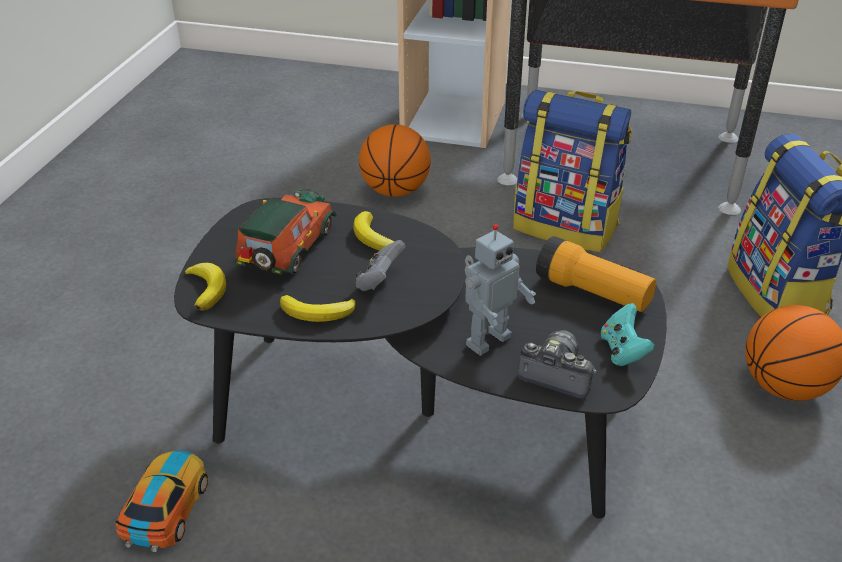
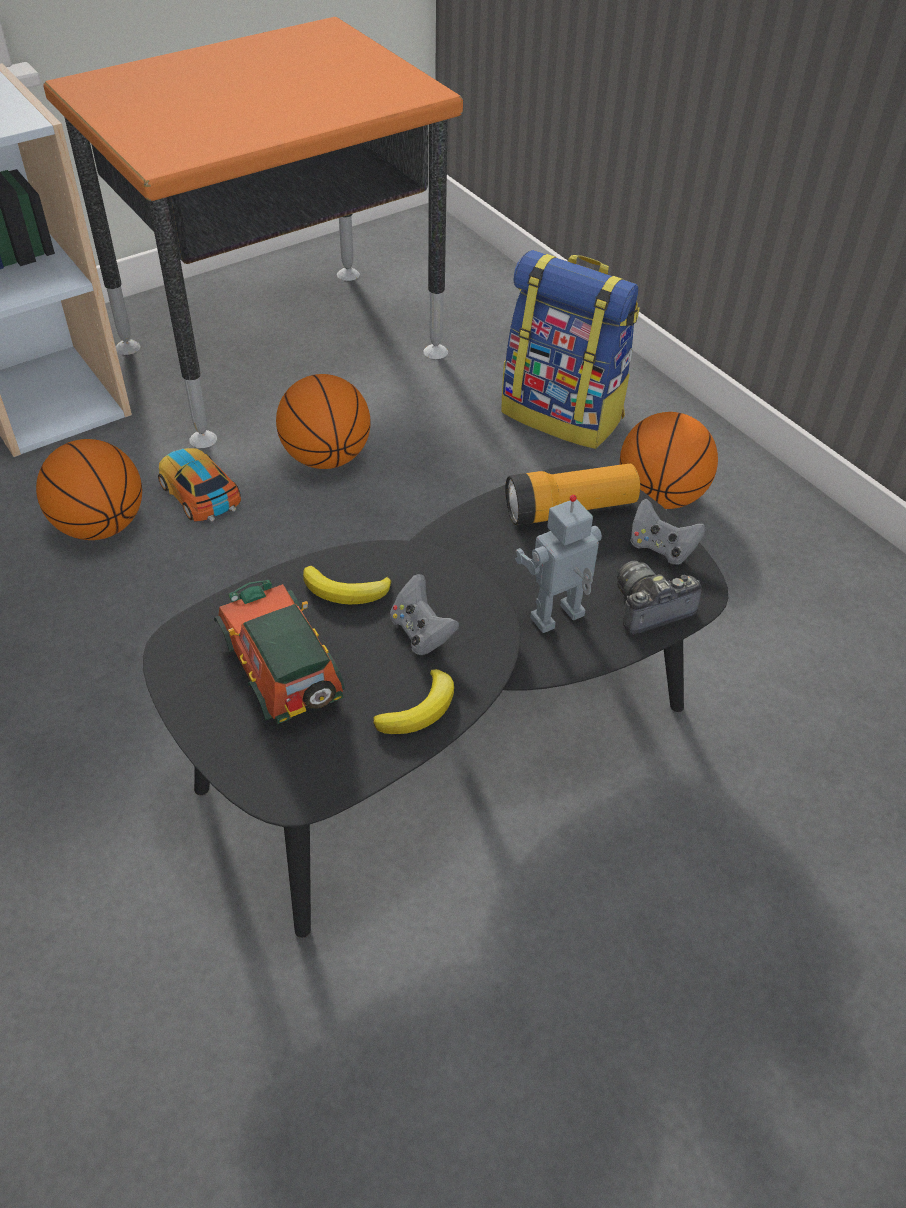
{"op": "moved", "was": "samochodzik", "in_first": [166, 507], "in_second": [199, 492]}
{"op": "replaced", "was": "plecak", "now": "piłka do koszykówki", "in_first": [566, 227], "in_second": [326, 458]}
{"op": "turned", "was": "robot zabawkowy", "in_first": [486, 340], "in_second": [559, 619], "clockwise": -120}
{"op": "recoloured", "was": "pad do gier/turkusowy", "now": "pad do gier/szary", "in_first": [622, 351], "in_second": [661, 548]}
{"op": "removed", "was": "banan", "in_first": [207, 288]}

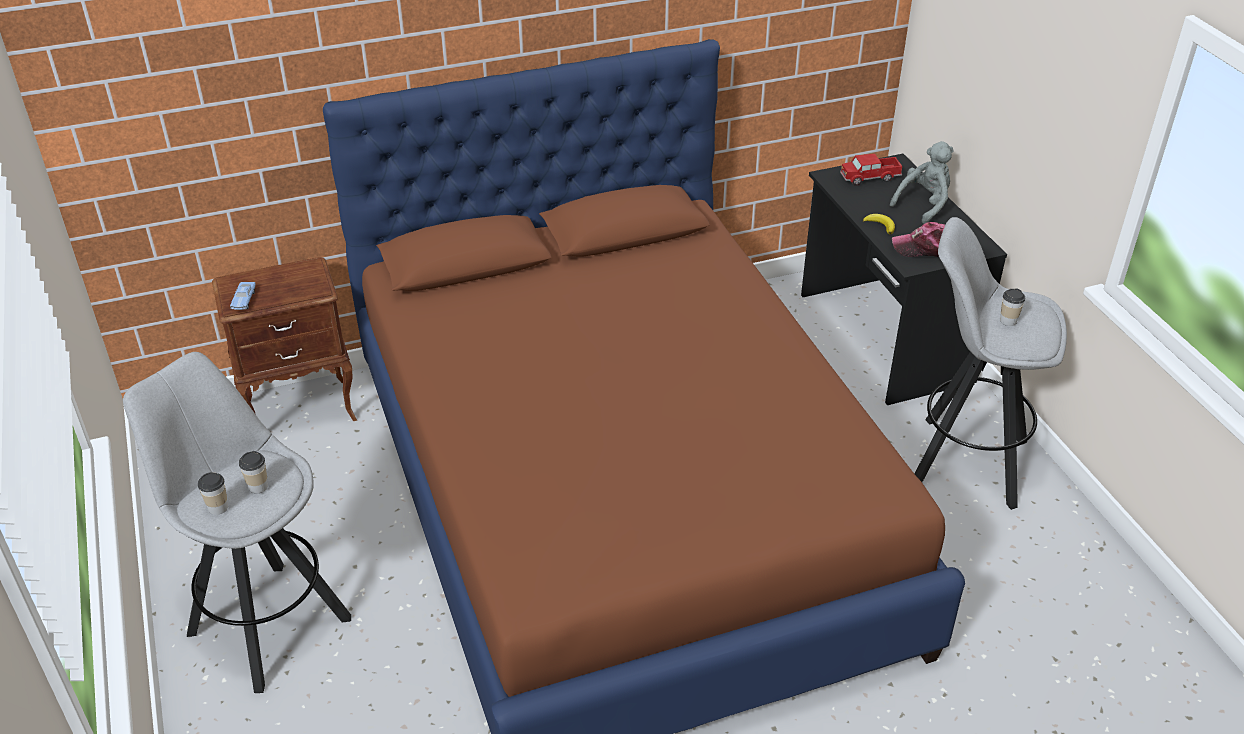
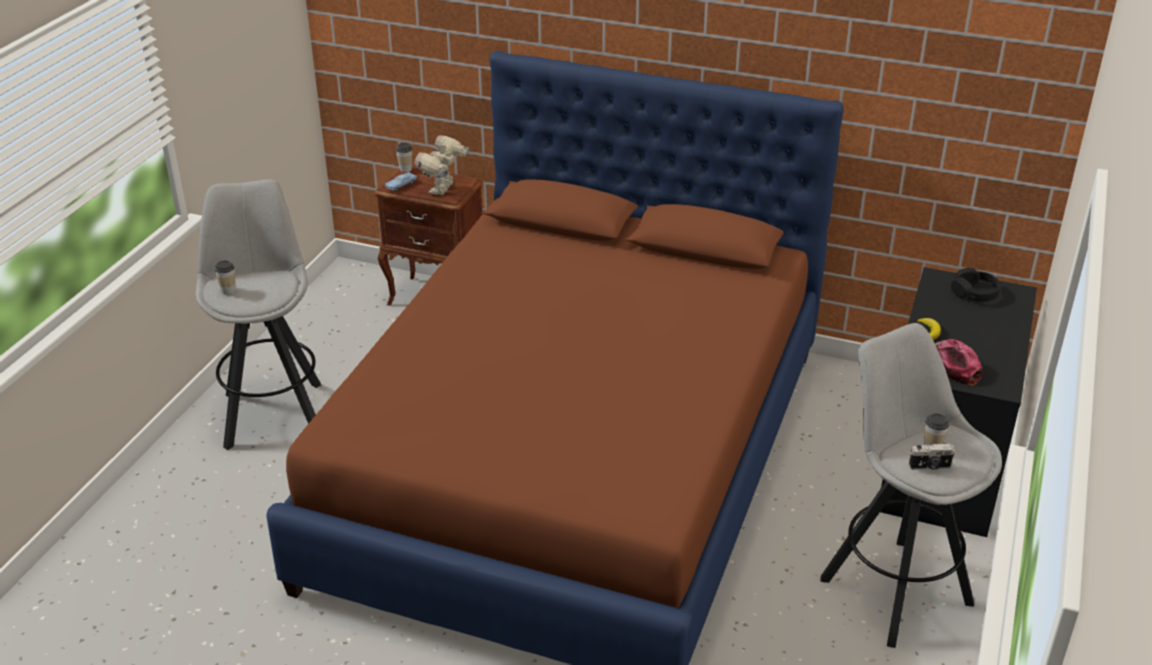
{"op": "moved", "was": "filiżanka", "in_first": [258, 486], "in_second": [405, 169]}
{"op": "added", "now": "robot zabawkowy", "in_second": [443, 189]}
{"op": "added", "now": "aparat fotograficzny", "in_second": [930, 467]}
{"op": "replaced", "was": "ciężarówka zabawkowa", "now": "słuchawki/czarny", "in_first": [870, 177], "in_second": [974, 293]}
{"op": "removed", "was": "pluszak/szary", "in_first": [924, 204]}

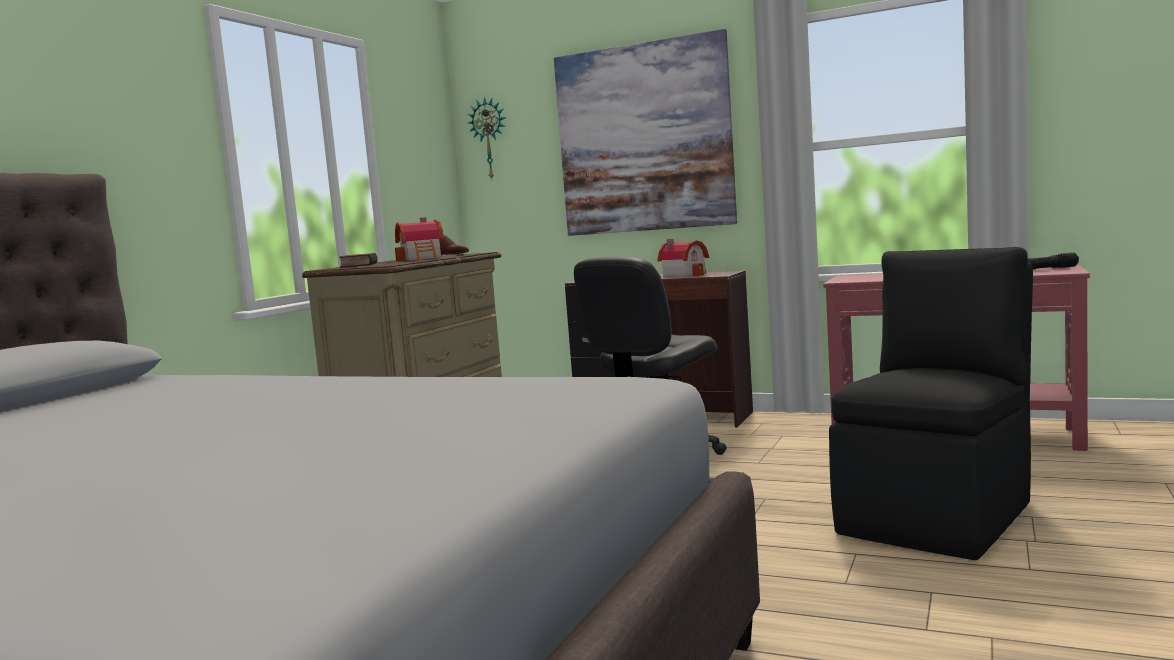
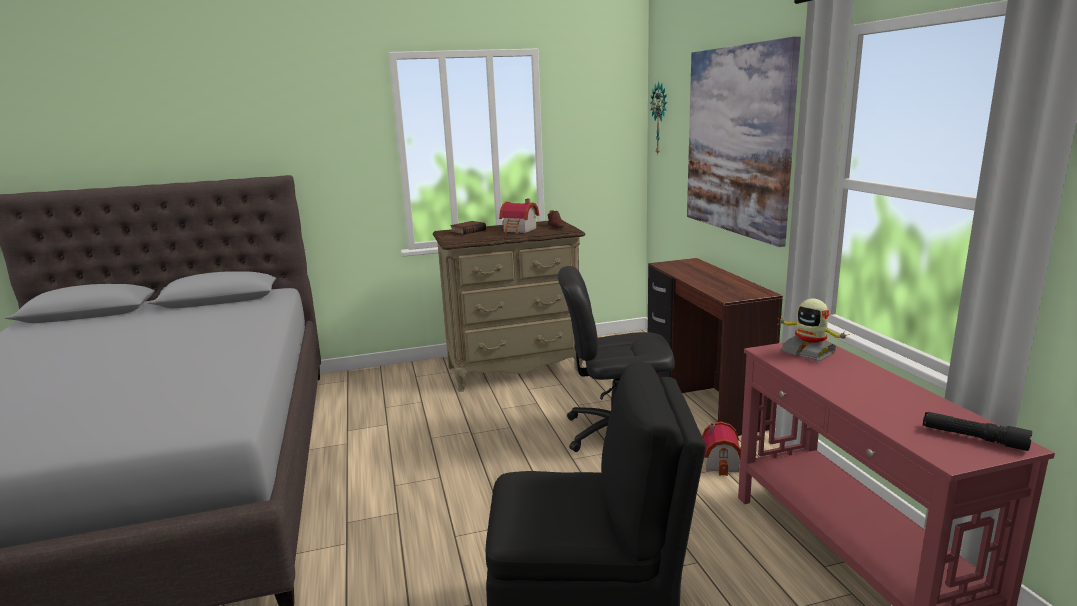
{"op": "moved", "was": "domek", "in_first": [685, 275], "in_second": [724, 462]}
{"op": "added", "now": "robot zabawkowy", "in_second": [808, 352]}

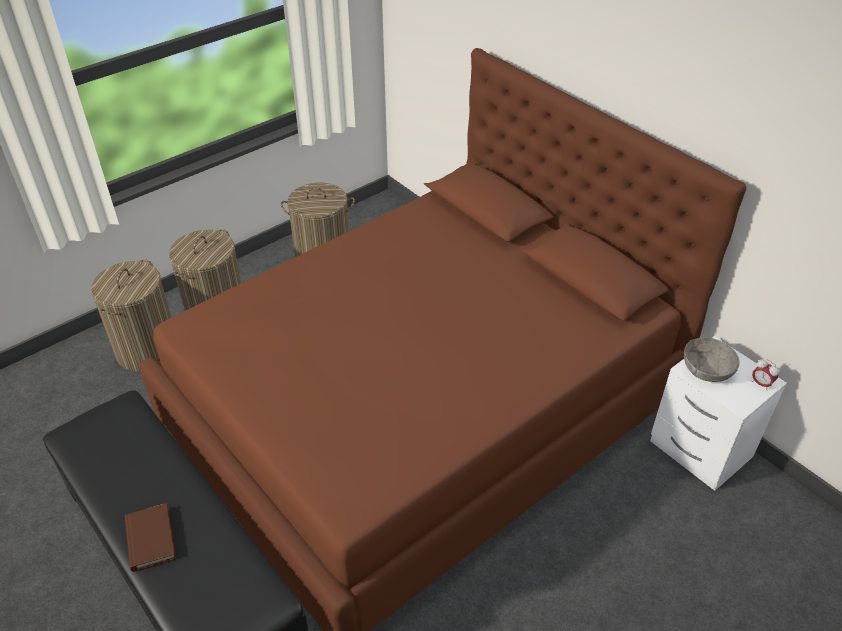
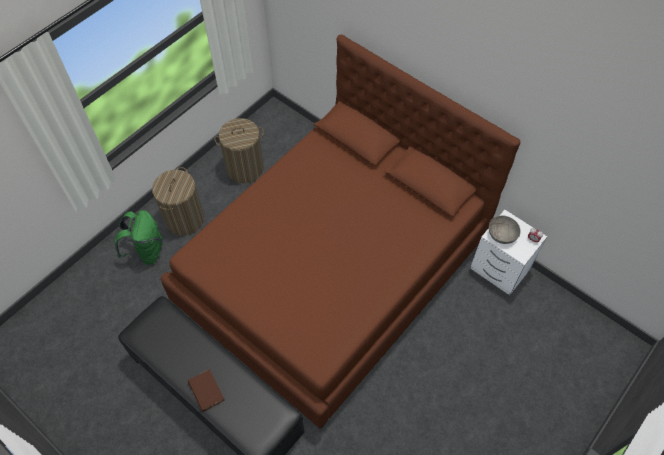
{"op": "replaced", "was": "kosz na pranie", "now": "plecak/zielony", "in_first": [147, 350], "in_second": [146, 251]}

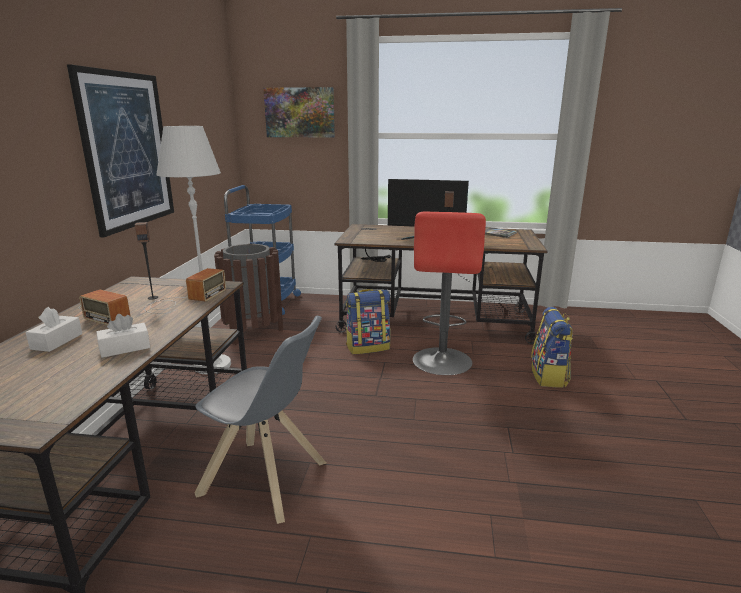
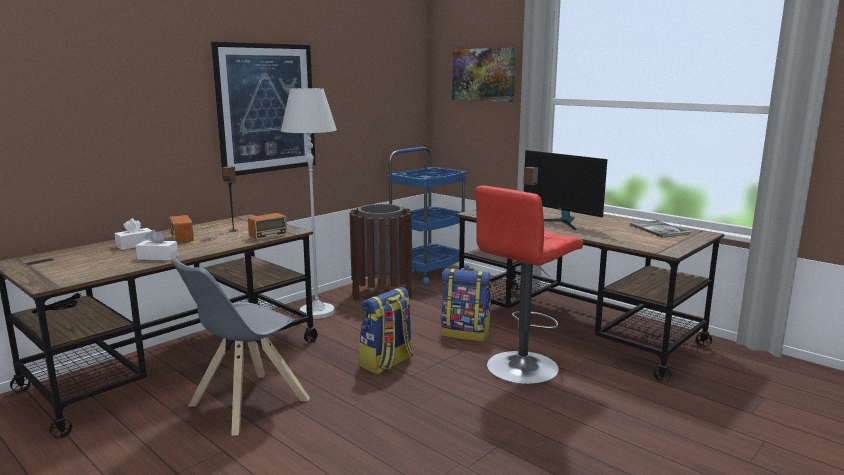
{"op": "turned", "was": "krzesło/szary", "in_first": [266, 479], "in_second": [246, 404], "clockwise": 75}
{"op": "moved", "was": "plecak", "in_first": [549, 376], "in_second": [387, 363]}

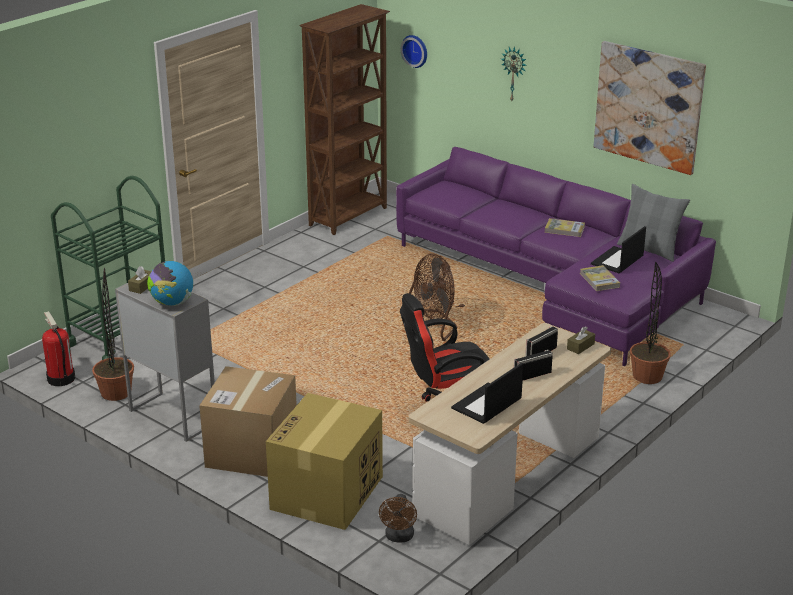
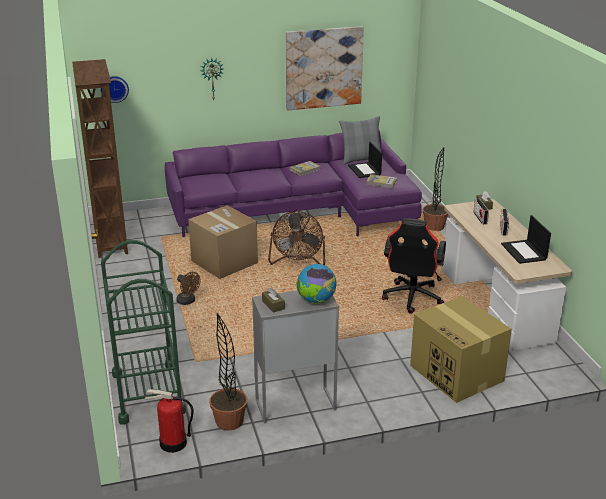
{"op": "moved", "was": "wentylator/brązowy", "in_first": [399, 537], "in_second": [188, 301]}
{"op": "moved", "was": "karton", "in_first": [252, 451], "in_second": [224, 262]}

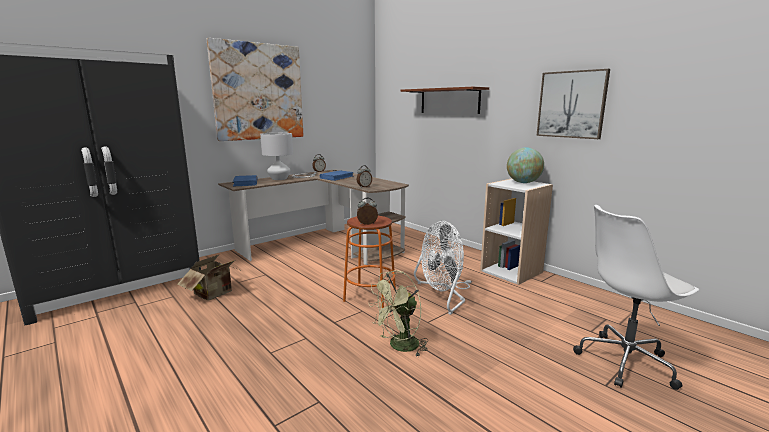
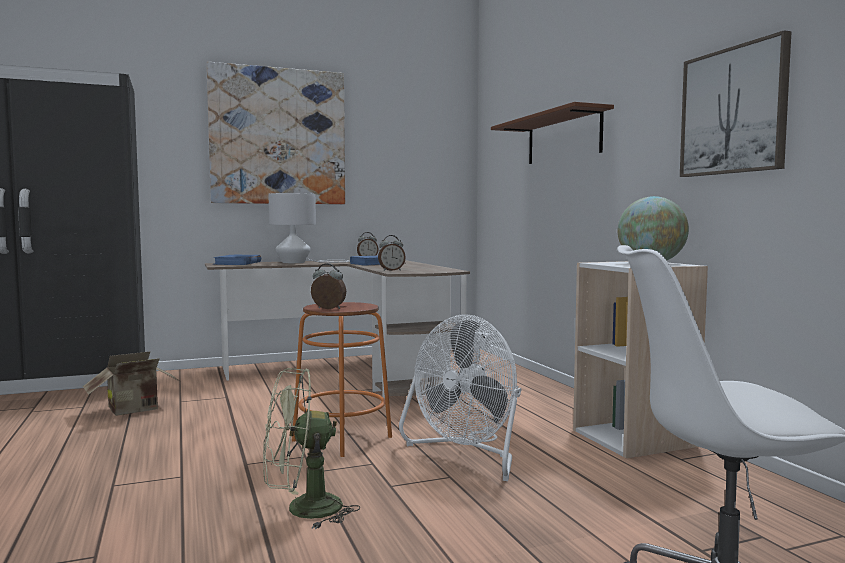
{"op": "turned", "was": "wentylator/biały", "in_first": [444, 294], "in_second": [468, 453], "clockwise": -45}

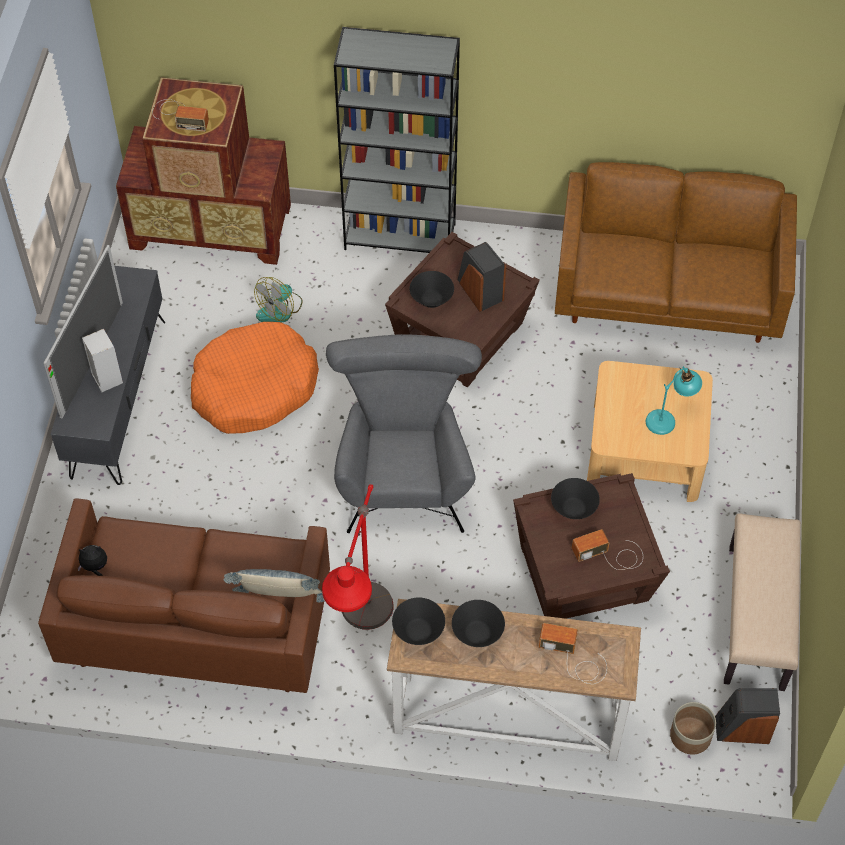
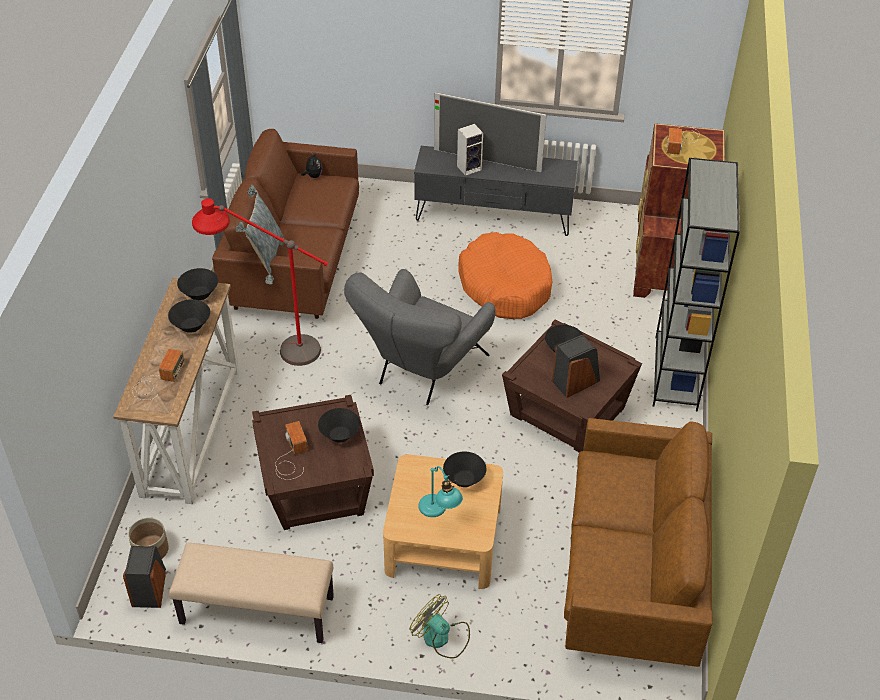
{"op": "turned", "was": "fotel/szary", "in_first": [403, 473], "in_second": [421, 373], "clockwise": 120}
{"op": "moved", "was": "wentylator", "in_first": [280, 309], "in_second": [441, 638]}
{"op": "added", "now": "miska/czarny", "in_second": [464, 479]}

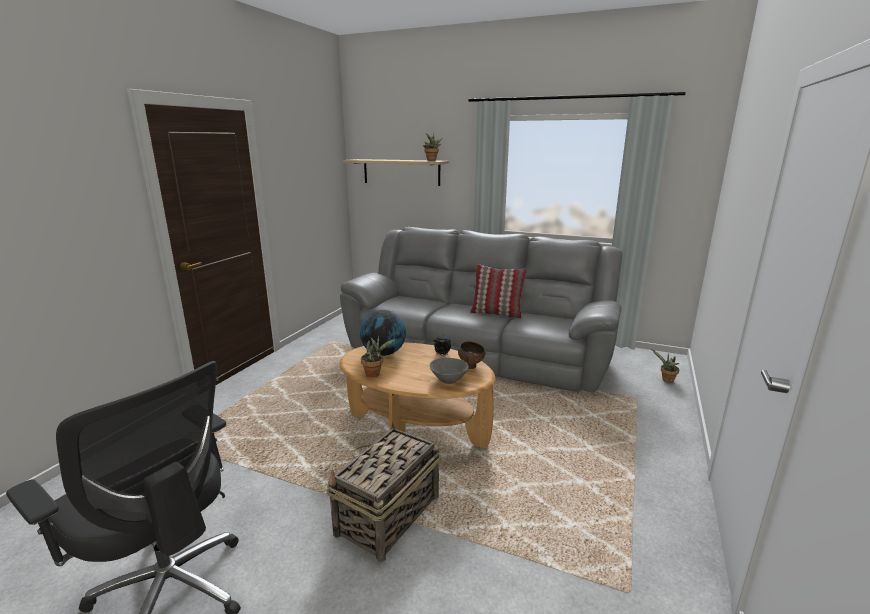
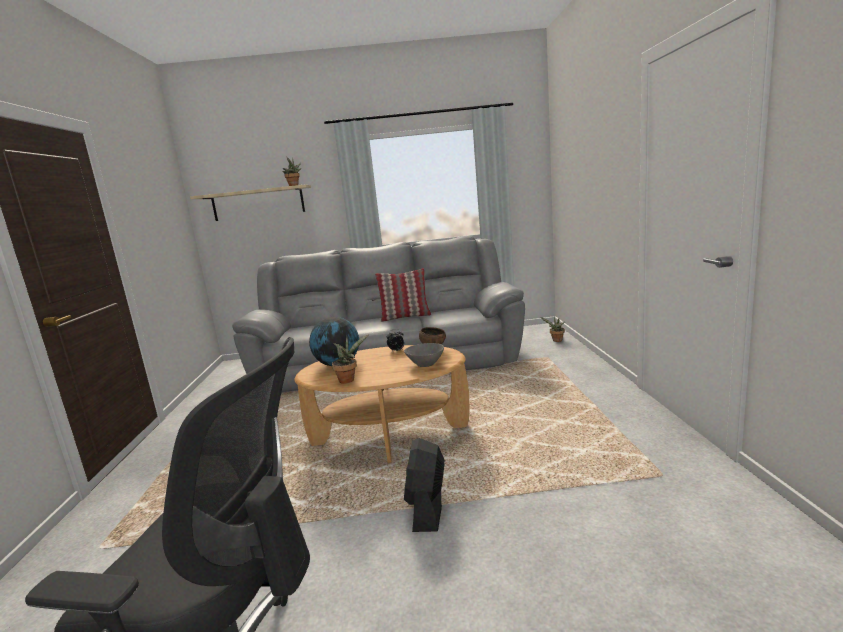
{"op": "replaced", "was": "koszyk", "now": "wentylator/czarny", "in_first": [387, 516], "in_second": [427, 508]}

